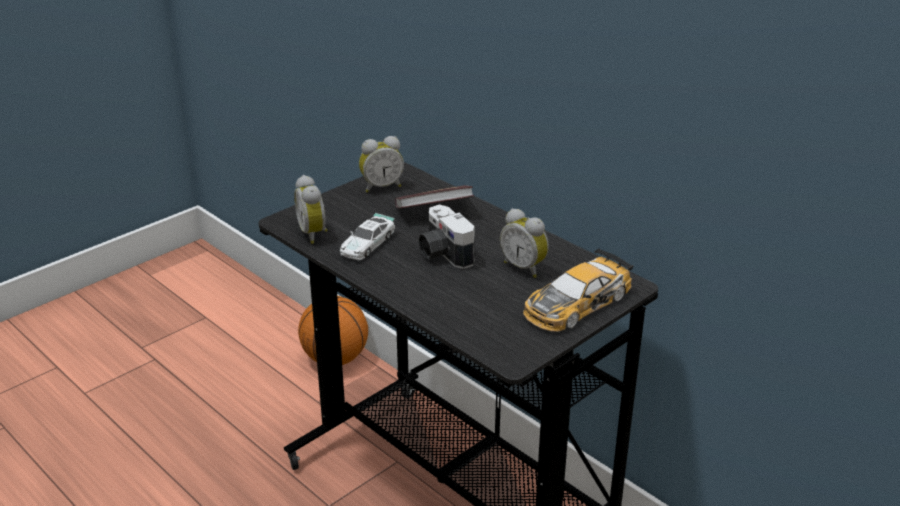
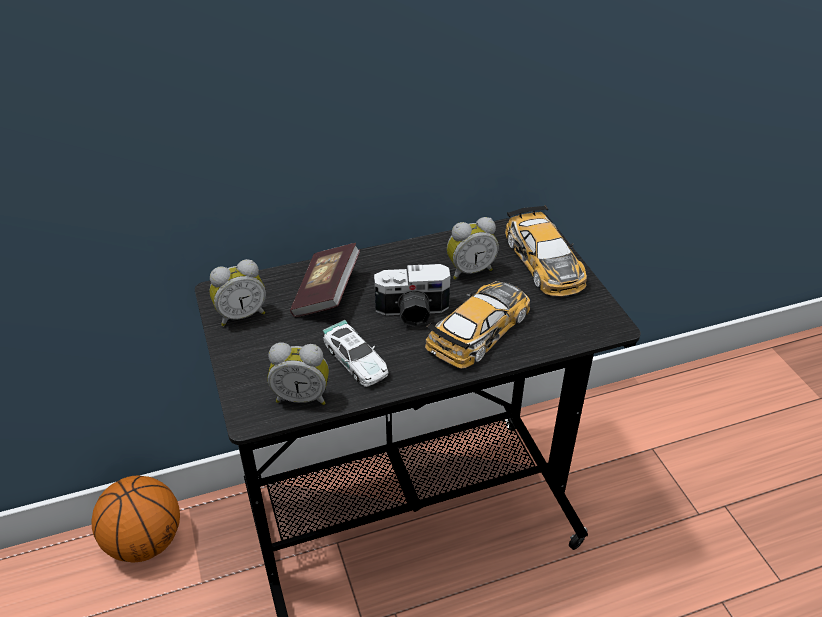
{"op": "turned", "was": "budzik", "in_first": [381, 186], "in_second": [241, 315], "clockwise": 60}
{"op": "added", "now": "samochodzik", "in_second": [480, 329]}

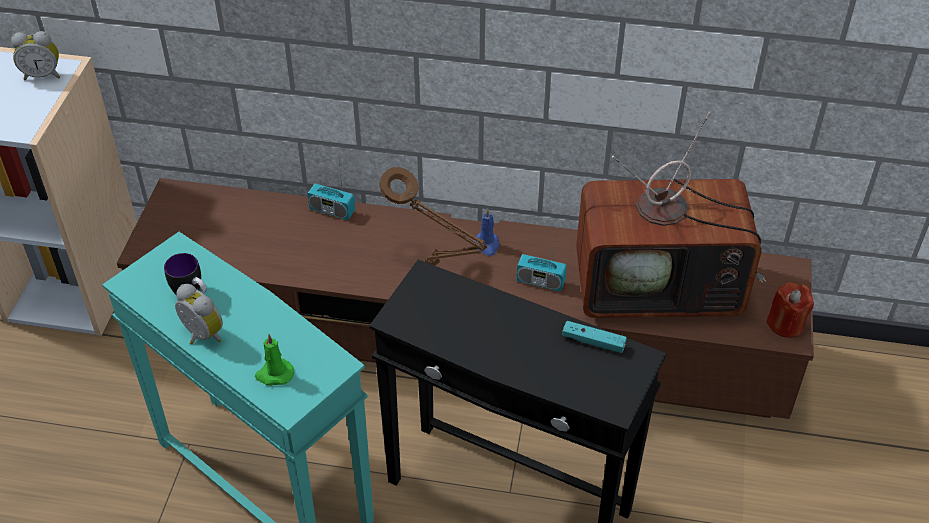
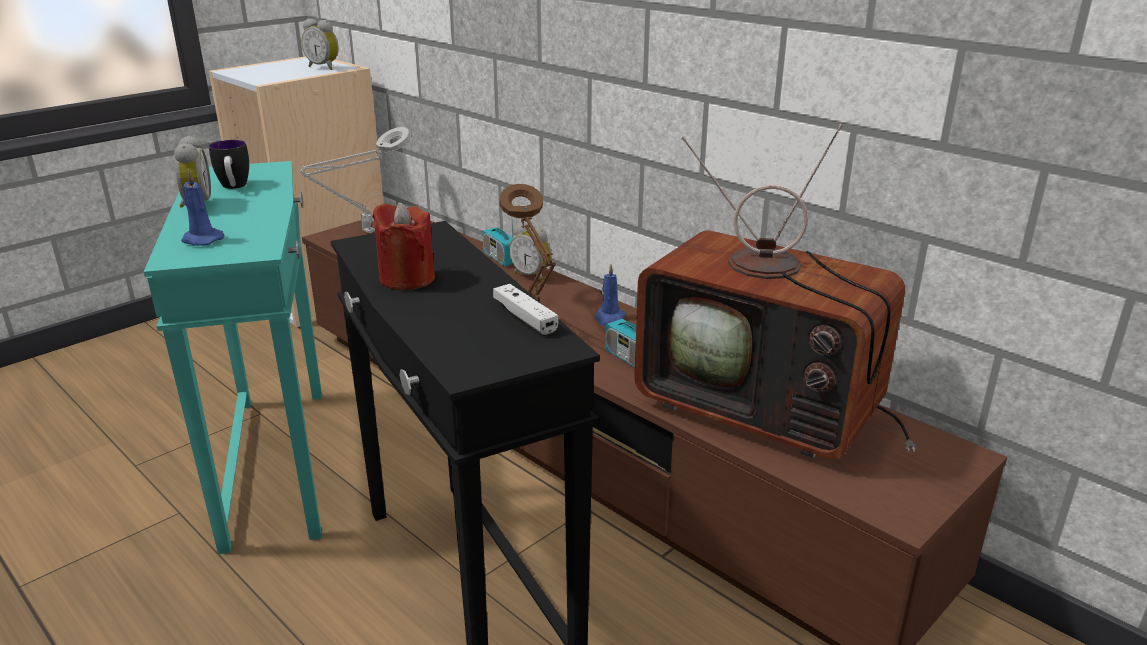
{"op": "recoloured", "was": "świeca/zielony", "now": "świeca/niebieski", "in_first": [274, 374], "in_second": [201, 240]}
{"op": "added", "now": "lampa stołowa/szary", "in_second": [365, 233]}
{"op": "moved", "was": "świeca/czerwony", "in_first": [785, 324], "in_second": [407, 279]}
{"op": "recoloured", "was": "pad do gier/turkusowy", "now": "pad do gier/biały", "in_first": [593, 342], "in_second": [525, 318]}
{"op": "added", "now": "budzik", "in_second": [532, 275]}

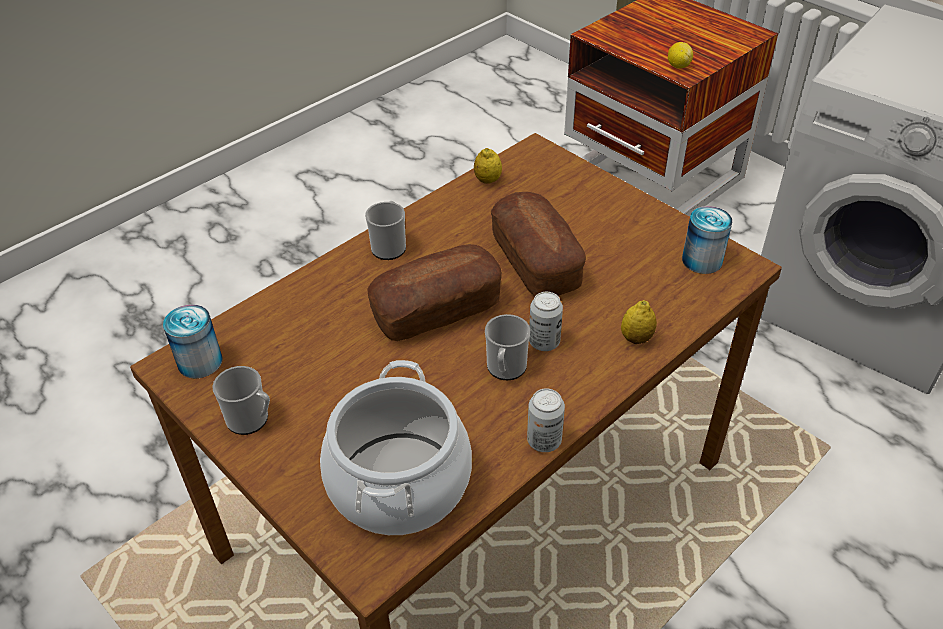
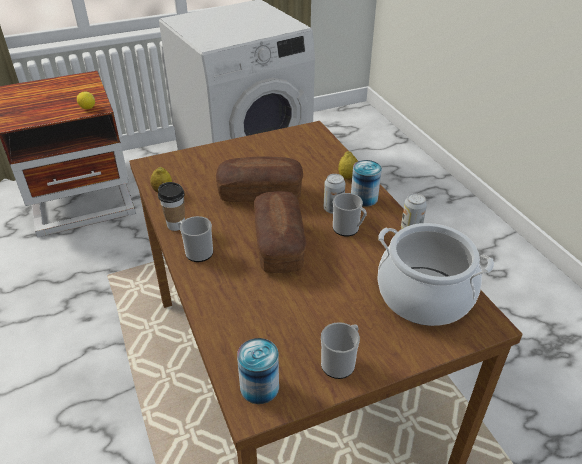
{"op": "added", "now": "filiżanka", "in_second": [176, 225]}
{"op": "moved", "was": "puszka", "in_first": [702, 260], "in_second": [364, 198]}

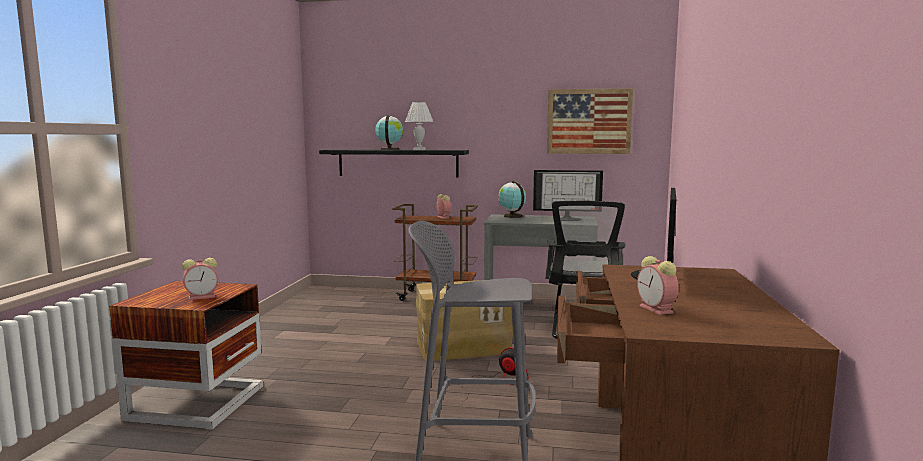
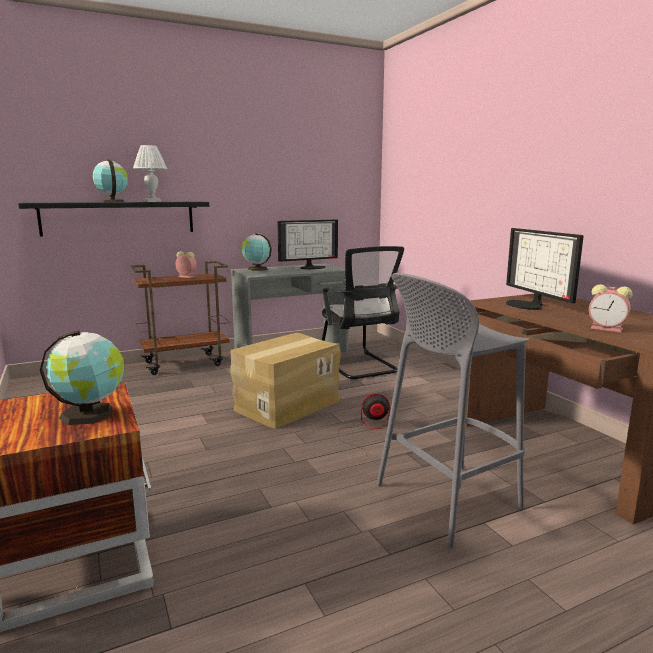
{"op": "replaced", "was": "budzik", "now": "globus", "in_first": [203, 297], "in_second": [90, 413]}
{"op": "removed", "was": "obraz", "in_first": [589, 121]}

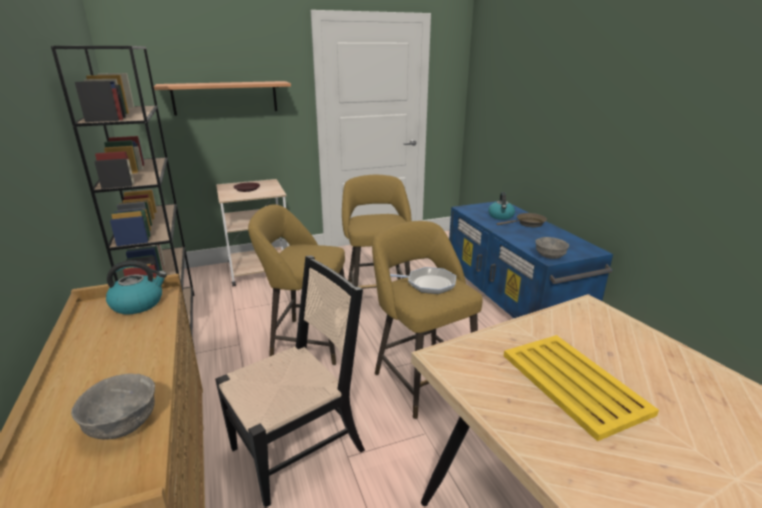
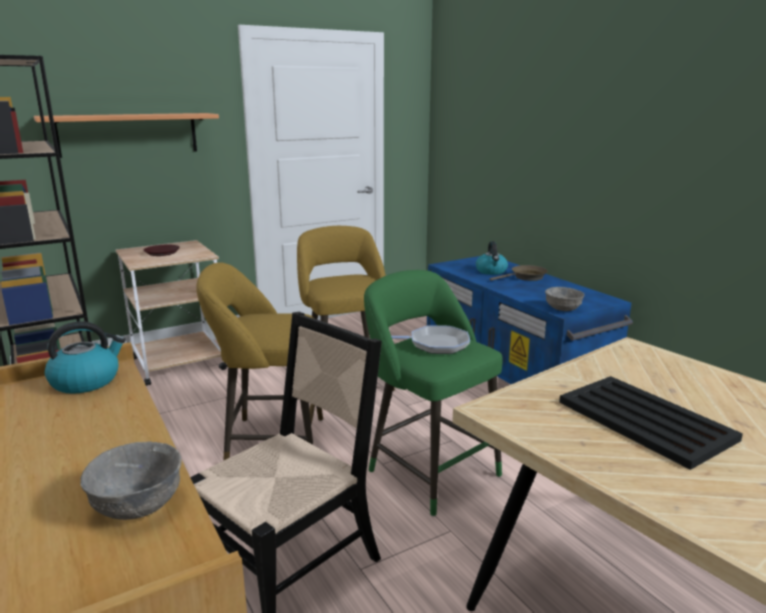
{"op": "recoloured", "was": "stołek/żółty", "now": "stołek/zielony", "in_first": [421, 378], "in_second": [428, 470]}
{"op": "recoloured", "was": "taca/żółty", "now": "taca/czarny", "in_first": [572, 382], "in_second": [643, 419]}

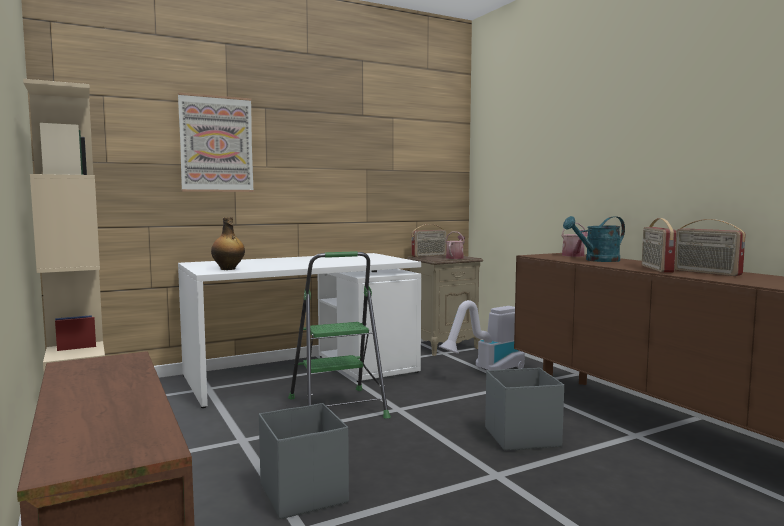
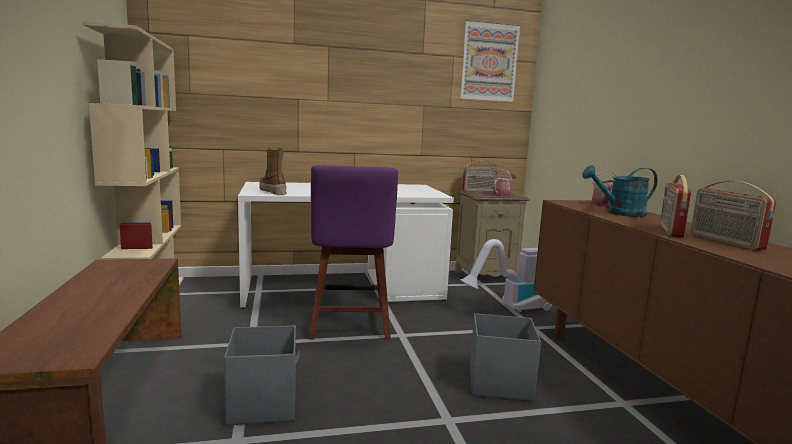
{"op": "replaced", "was": "butelka", "now": "but z cholewką", "in_first": [228, 269], "in_second": [272, 191]}
{"op": "replaced", "was": "drabinka/zielony", "now": "stołek/fioletowy", "in_first": [337, 408], "in_second": [349, 325]}
{"op": "moved", "was": "obraz", "in_first": [216, 144], "in_second": [489, 62]}

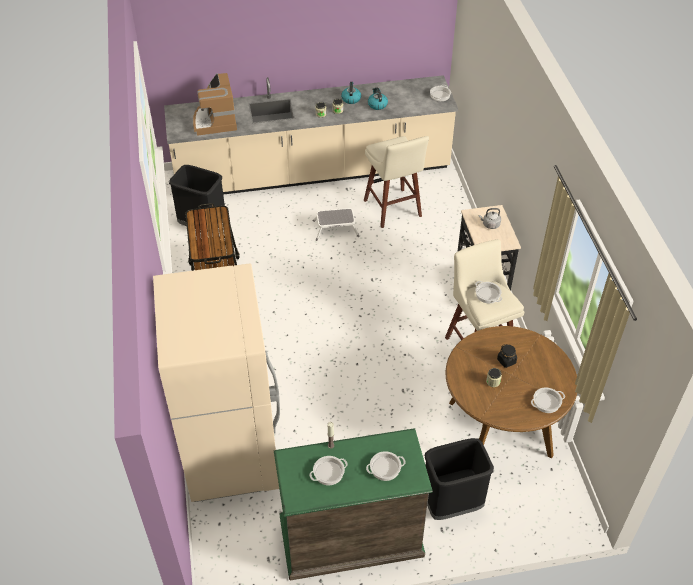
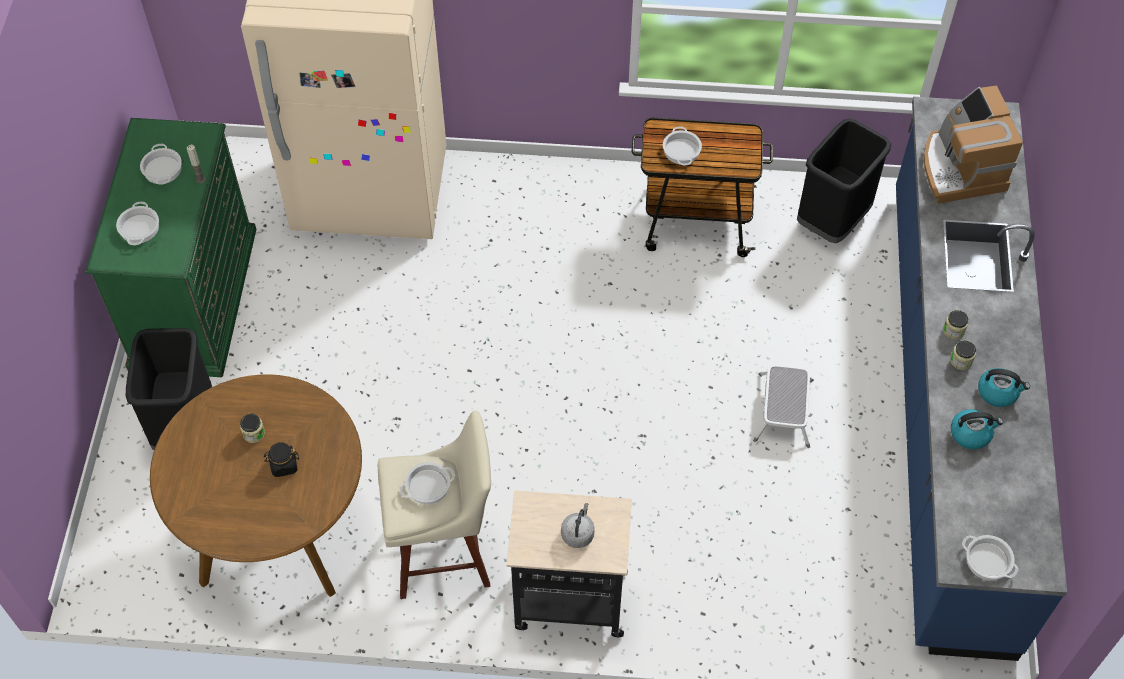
{"op": "moved", "was": "garnek", "in_first": [546, 402], "in_second": [681, 150]}
{"op": "recoloured", "was": "zabudowa kuchenna/beżowy", "now": "zabudowa kuchenna/niebieski", "in_first": [313, 173], "in_second": [946, 407]}
{"op": "turned", "was": "ekspres do kawy", "in_first": [215, 120], "in_second": [960, 168], "clockwise": -105}
{"op": "removed", "was": "stołek/beżowy", "in_first": [392, 209]}

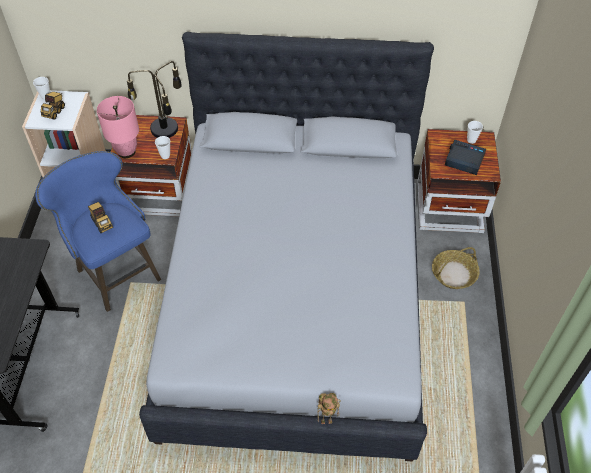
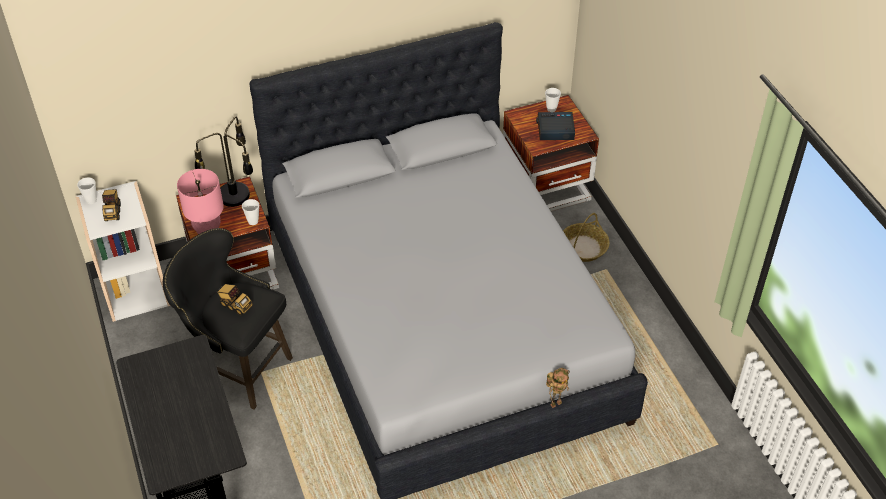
{"op": "recoloured", "was": "stołek/niebieski", "now": "stołek/czarny", "in_first": [117, 272], "in_second": [239, 368]}

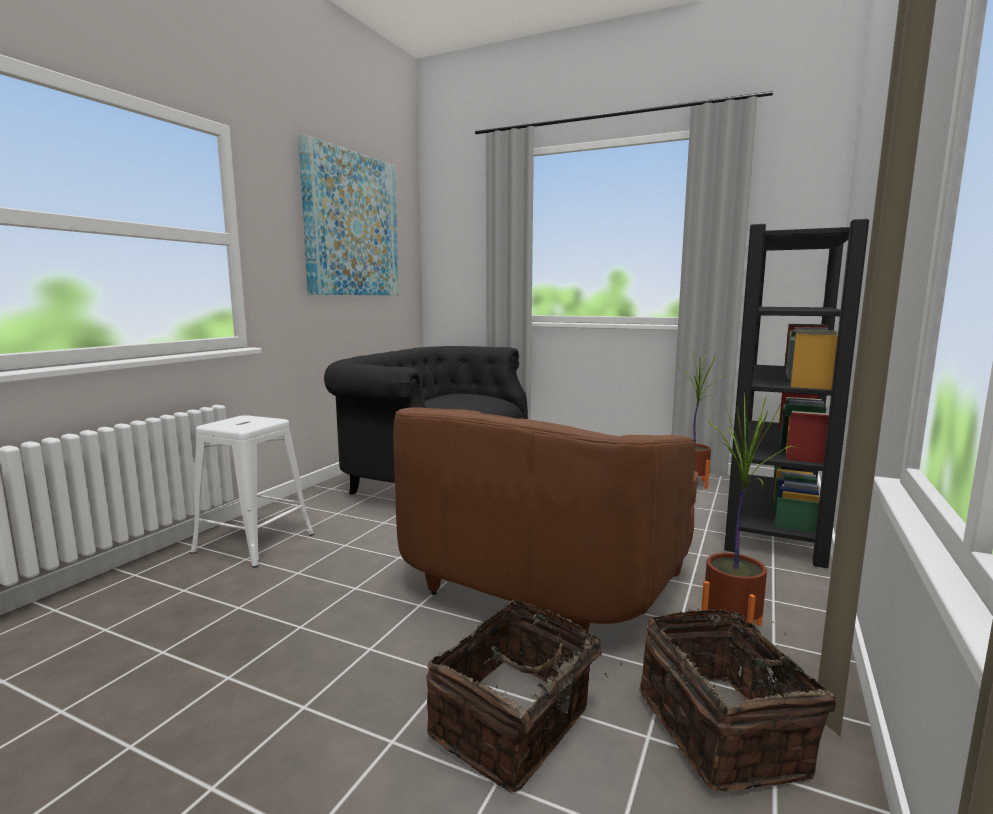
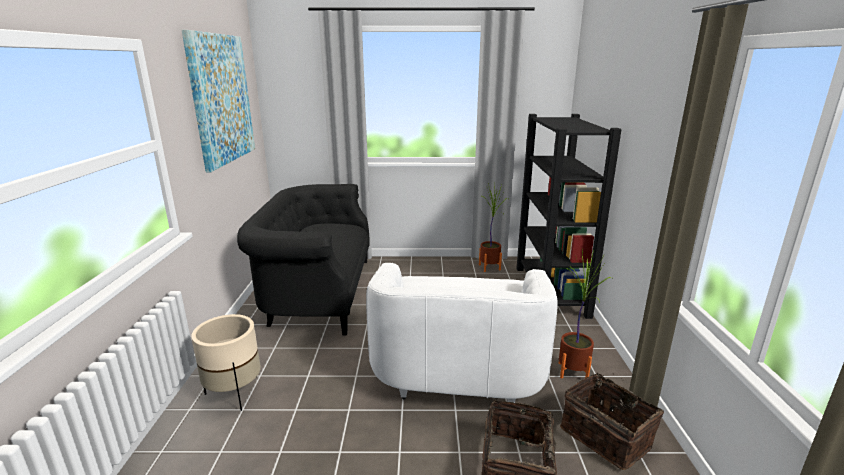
{"op": "replaced", "was": "stołek/biały", "now": "donica/beżowy", "in_first": [254, 543], "in_second": [234, 393]}
{"op": "recoloured", "was": "fotel/brązowy", "now": "fotel/biały", "in_first": [542, 578], "in_second": [458, 367]}

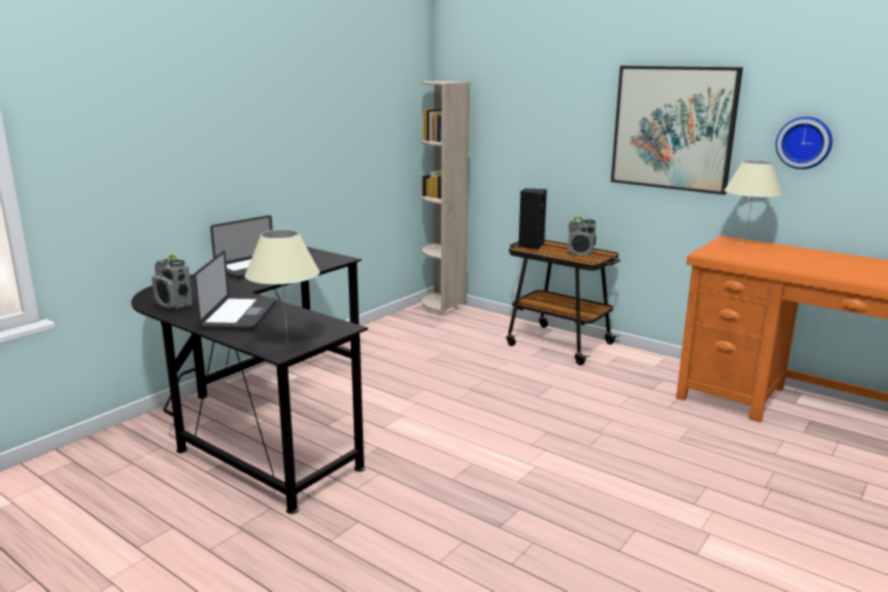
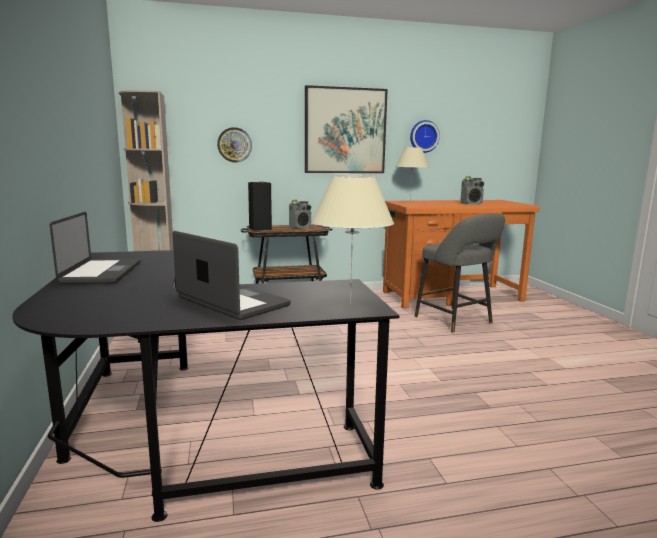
{"op": "added", "now": "zegar ścienny", "in_second": [234, 145]}
{"op": "added", "now": "stołek/szary", "in_second": [456, 321]}
{"op": "moved", "was": "radio", "in_first": [174, 305], "in_second": [471, 204]}

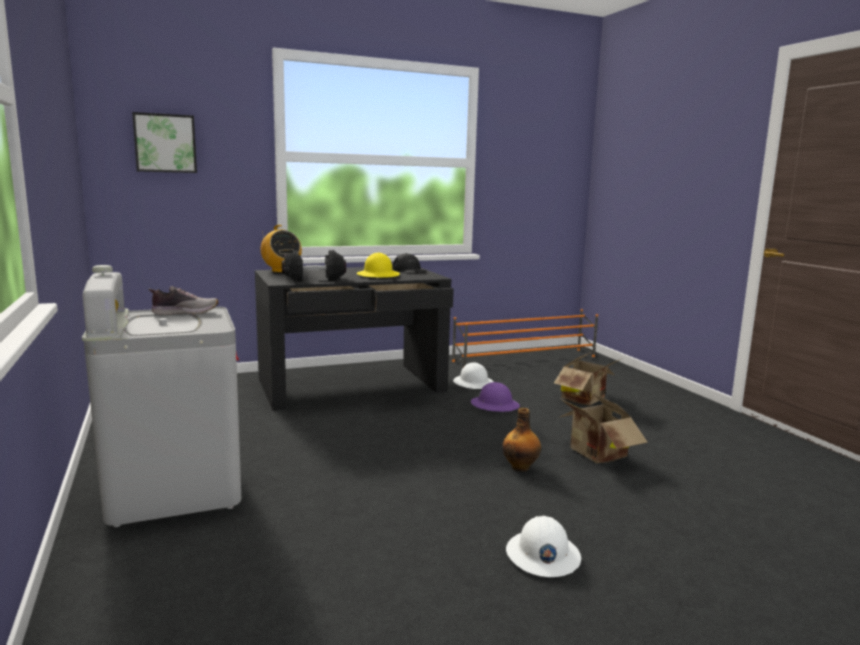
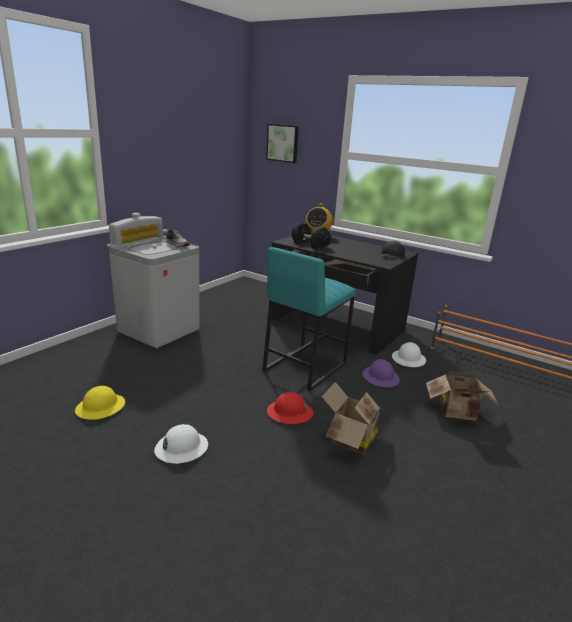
{"op": "moved", "was": "kask/żółty", "in_first": [378, 275], "in_second": [101, 407]}
{"op": "added", "now": "stołek/turkusowy", "in_second": [305, 367]}
{"op": "replaced", "was": "butelka", "now": "kask/czerwony", "in_first": [520, 467], "in_second": [290, 413]}

